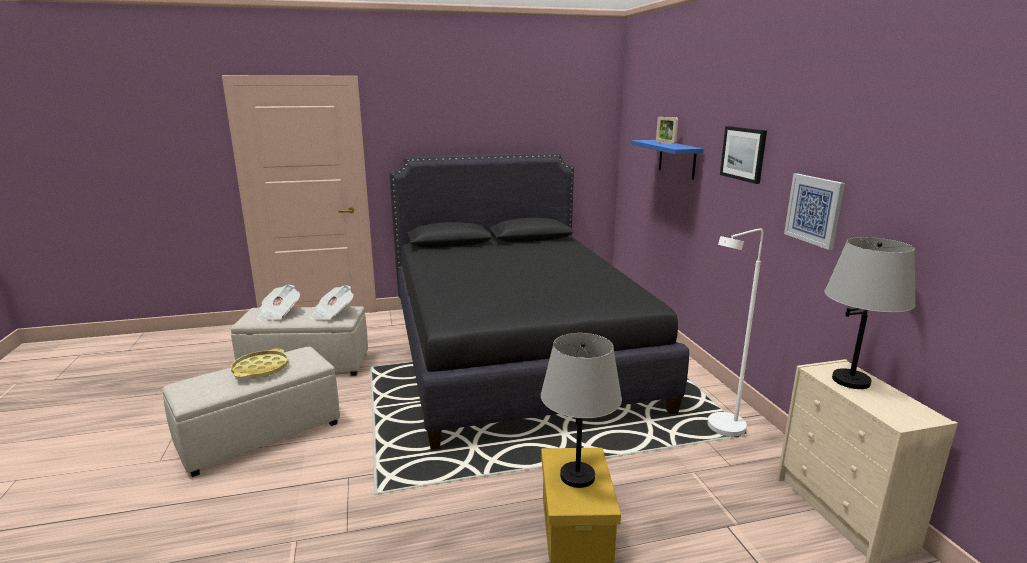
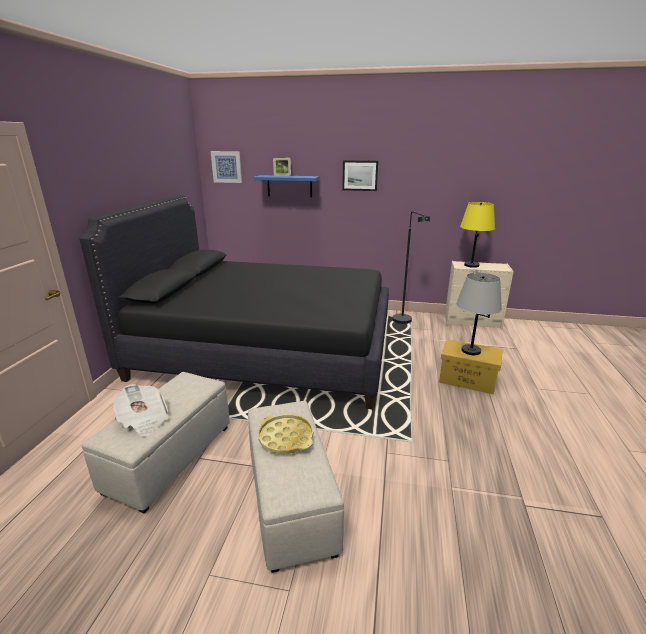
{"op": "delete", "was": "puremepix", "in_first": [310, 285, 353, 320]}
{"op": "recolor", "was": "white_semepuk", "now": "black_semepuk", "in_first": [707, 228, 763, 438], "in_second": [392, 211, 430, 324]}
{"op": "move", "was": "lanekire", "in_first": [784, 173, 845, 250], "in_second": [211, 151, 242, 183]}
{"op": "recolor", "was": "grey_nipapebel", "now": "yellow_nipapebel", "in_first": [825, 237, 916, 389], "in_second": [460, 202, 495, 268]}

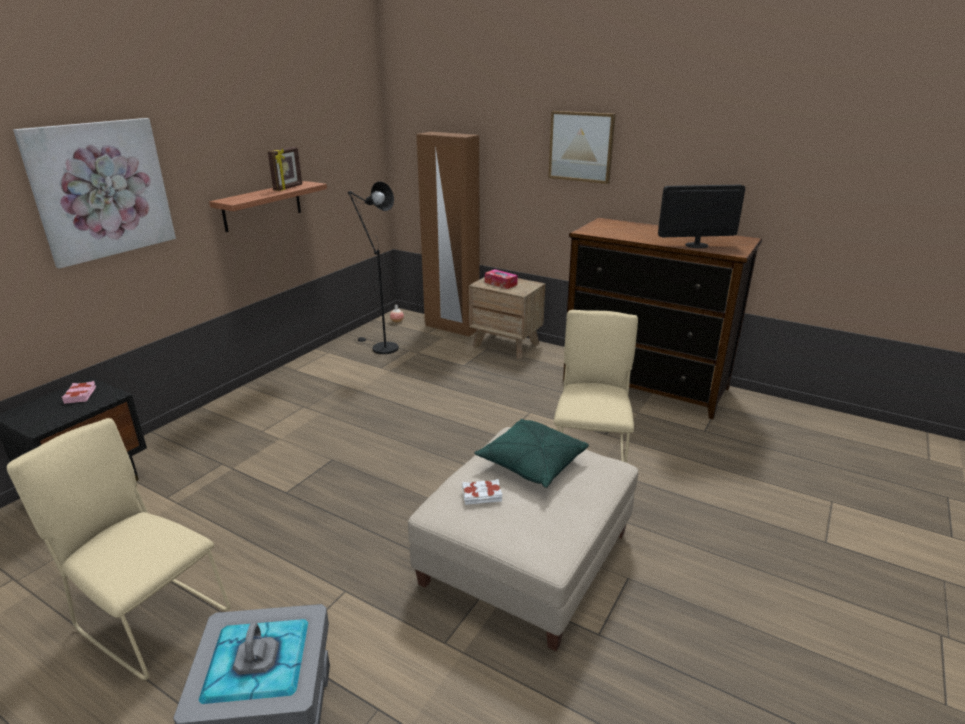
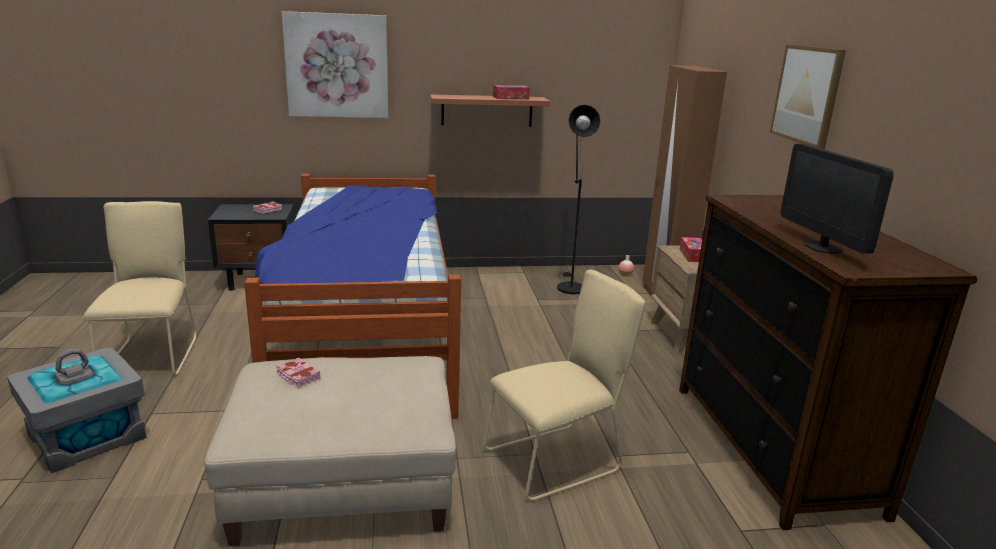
{"op": "replace", "was": "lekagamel", "now": "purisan", "in_first": [268, 147, 302, 191], "in_second": [493, 85, 530, 99]}
{"op": "recolor", "was": "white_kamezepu", "now": "pink_kamezepu", "in_first": [462, 479, 503, 505], "in_second": [276, 358, 320, 388]}
{"op": "delete", "was": "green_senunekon", "in_first": [474, 419, 589, 488]}
{"op": "rotate", "was": "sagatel", "in_first": [658, 185, 745, 248], "in_second": [781, 144, 894, 254], "clockwise": -150}
{"op": "insert", "now": "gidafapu", "in_second": [244, 174, 461, 419]}

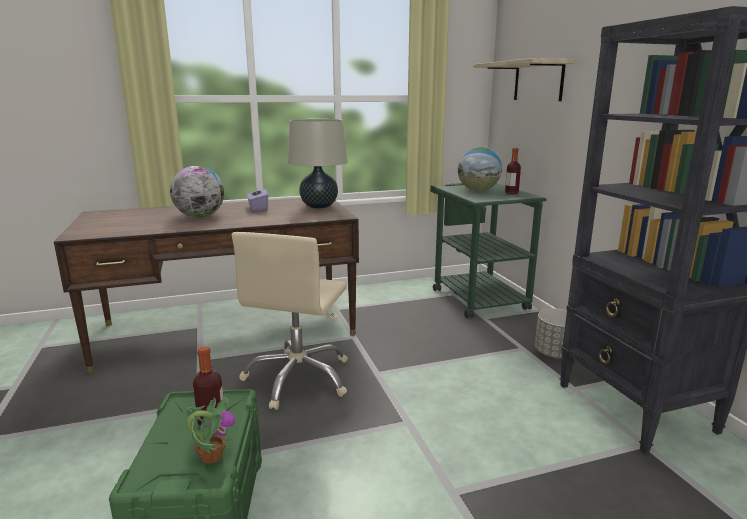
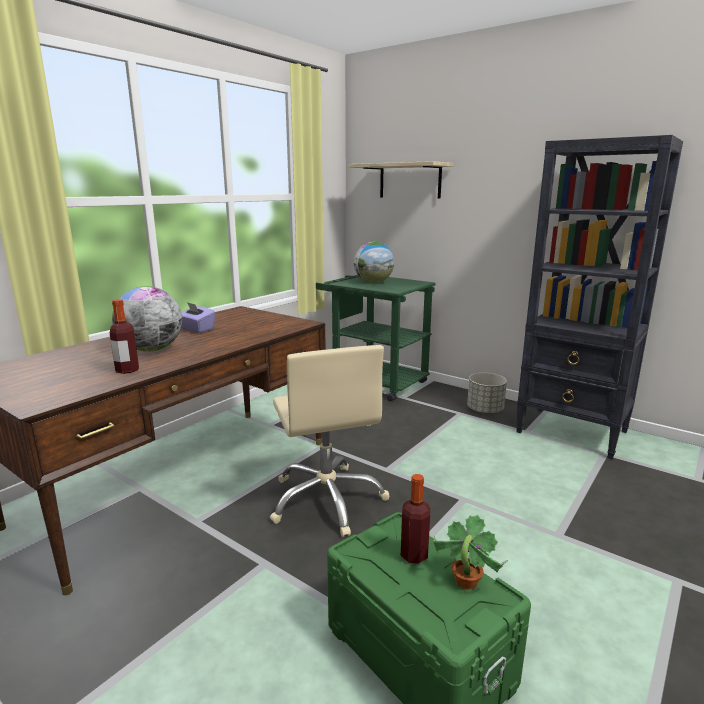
{"op": "delete", "was": "beige_nipapebel", "in_first": [288, 119, 348, 209]}
{"op": "move", "was": "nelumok", "in_first": [505, 148, 521, 194], "in_second": [109, 299, 139, 374]}

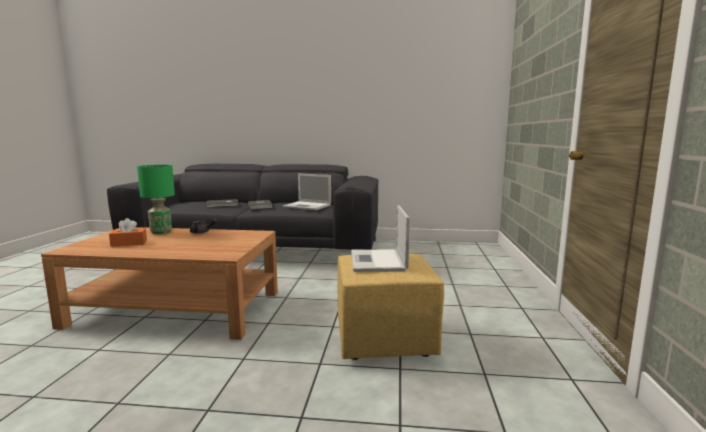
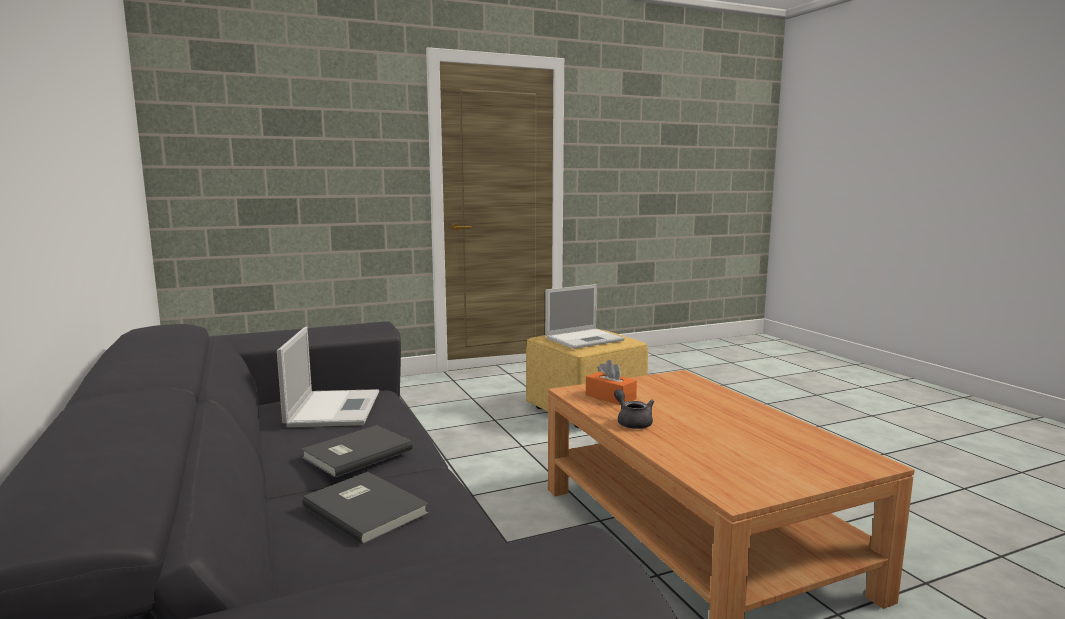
{"op": "move", "was": "orange_purisan", "in_first": [109, 218, 147, 247], "in_second": [586, 360, 637, 405]}
{"op": "delete", "was": "green_nipapebel", "in_first": [137, 165, 175, 234]}

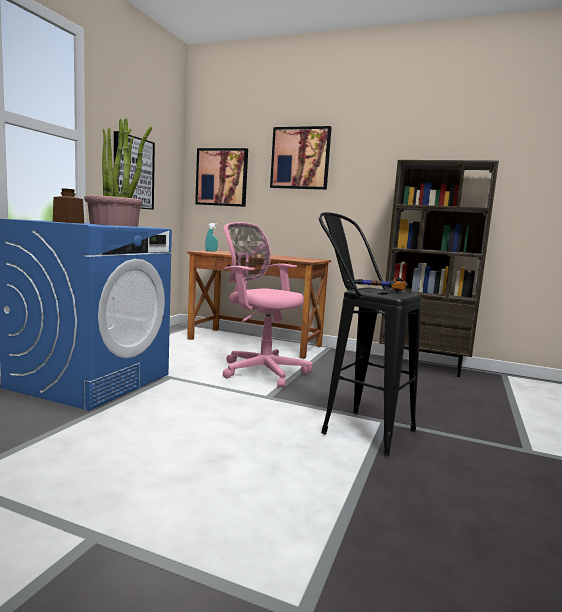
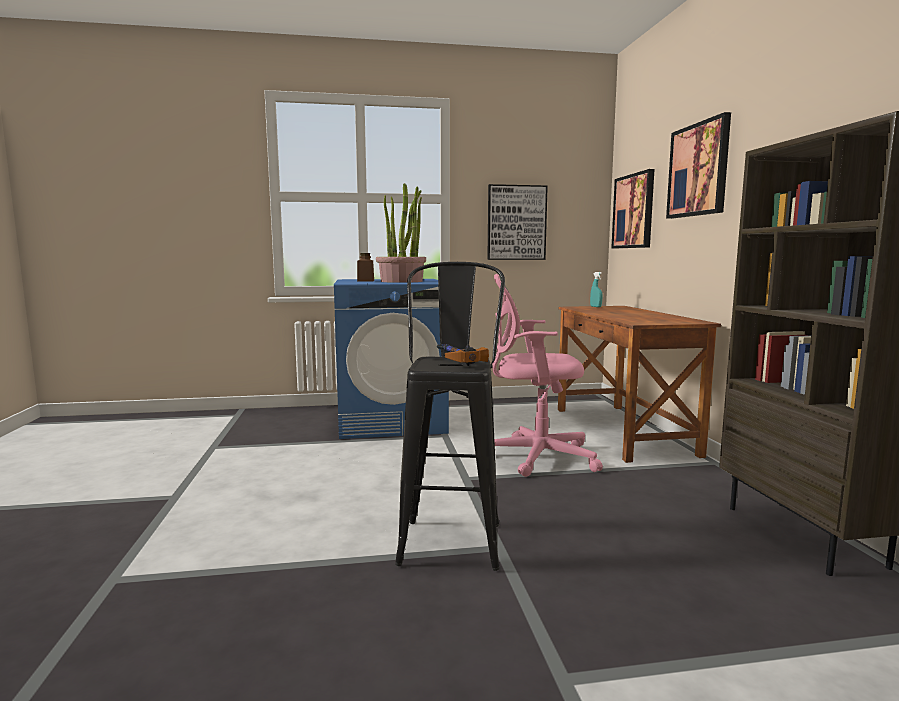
{"op": "rotate", "was": "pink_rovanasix", "in_first": [222, 222, 312, 389], "in_second": [492, 274, 603, 477], "clockwise": -90}

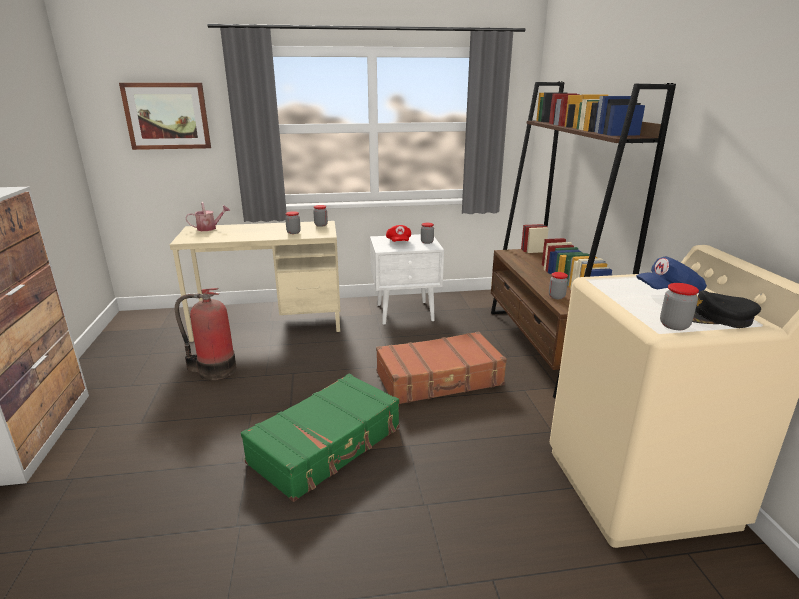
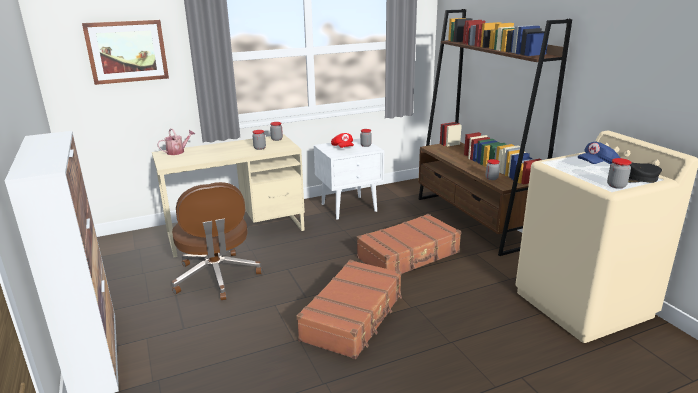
{"op": "replace", "was": "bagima", "now": "brown_rovanasix", "in_first": [175, 288, 237, 380], "in_second": [172, 182, 262, 300]}
{"op": "recolor", "was": "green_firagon", "now": "brown_firagon", "in_first": [241, 374, 399, 502], "in_second": [297, 260, 402, 359]}

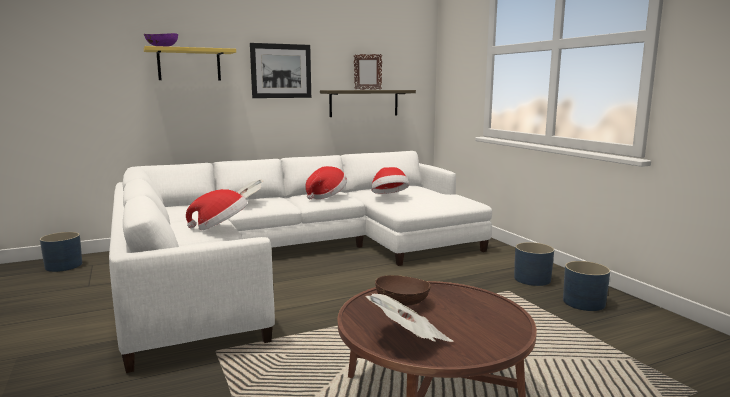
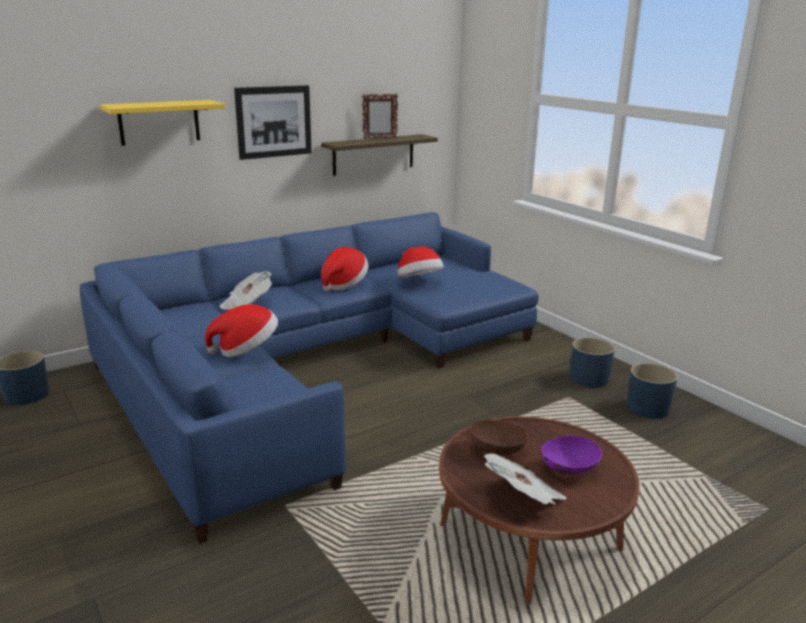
{"op": "recolor", "was": "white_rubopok", "now": "blue_rubopok", "in_first": [109, 151, 492, 373], "in_second": [80, 212, 539, 544]}
{"op": "move", "was": "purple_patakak", "in_first": [144, 33, 178, 47], "in_second": [541, 436, 602, 474]}

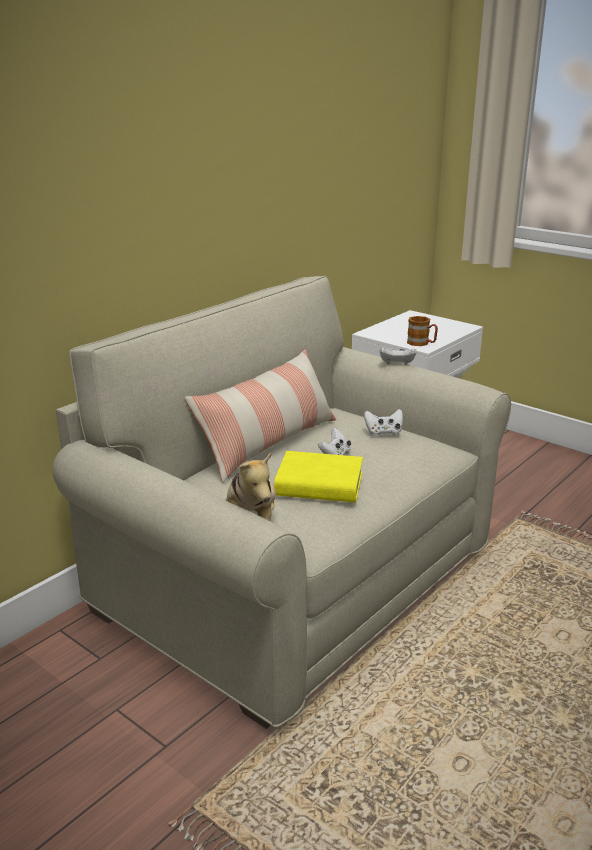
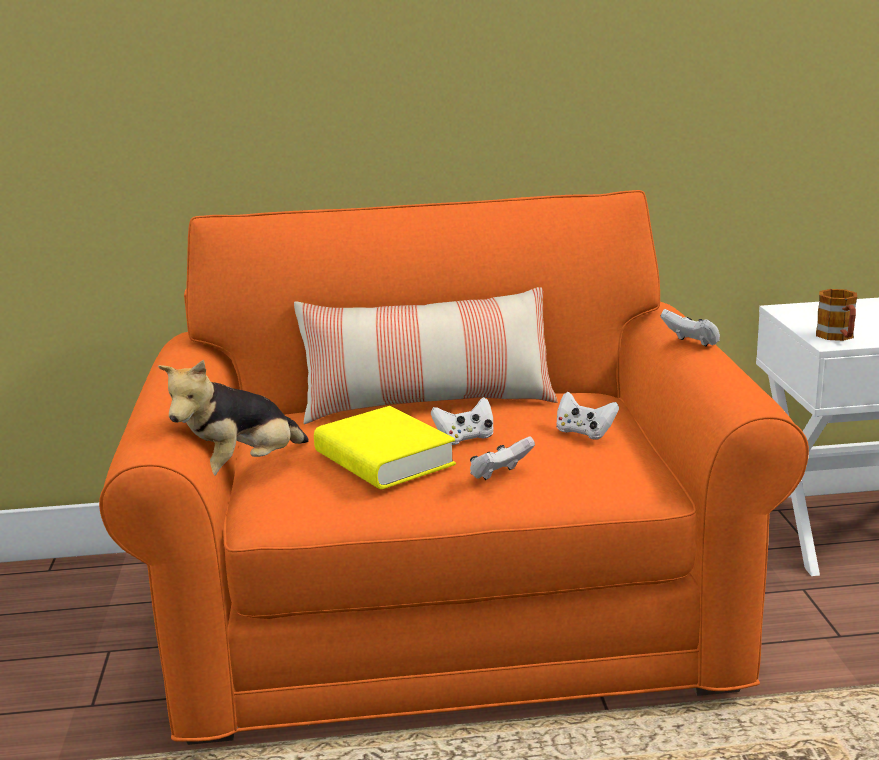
{"op": "recolor", "was": "beige_rubopok", "now": "orange_rubopok", "in_first": [52, 276, 511, 729], "in_second": [99, 190, 809, 745]}
{"op": "insert", "now": "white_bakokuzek", "in_second": [470, 436, 535, 480]}

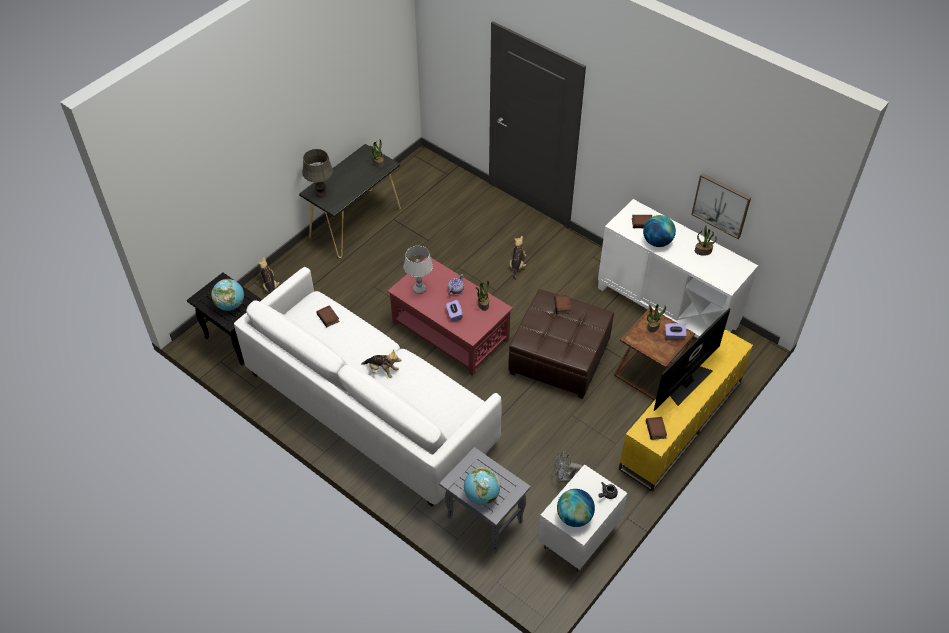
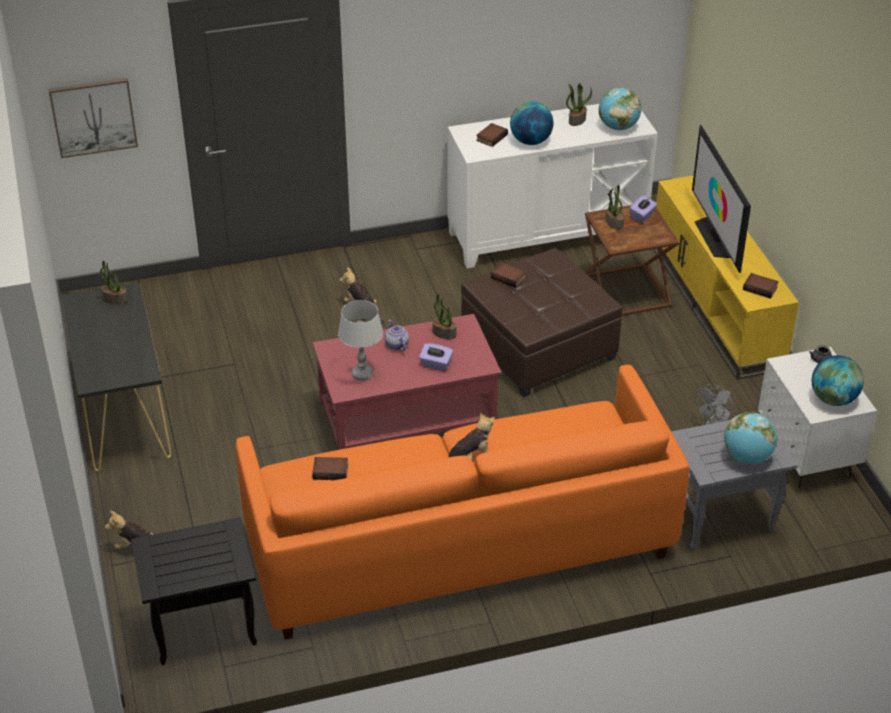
{"op": "move", "was": "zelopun", "in_first": [211, 279, 244, 311], "in_second": [599, 87, 642, 130]}
{"op": "recolor", "was": "white_rubopok", "now": "orange_rubopok", "in_first": [234, 267, 502, 506], "in_second": [236, 365, 690, 640]}
{"op": "delete", "was": "grey_nipapebel", "in_first": [303, 149, 333, 197]}
{"op": "move", "was": "lanekire", "in_first": [691, 173, 751, 239], "in_second": [48, 78, 138, 158]}

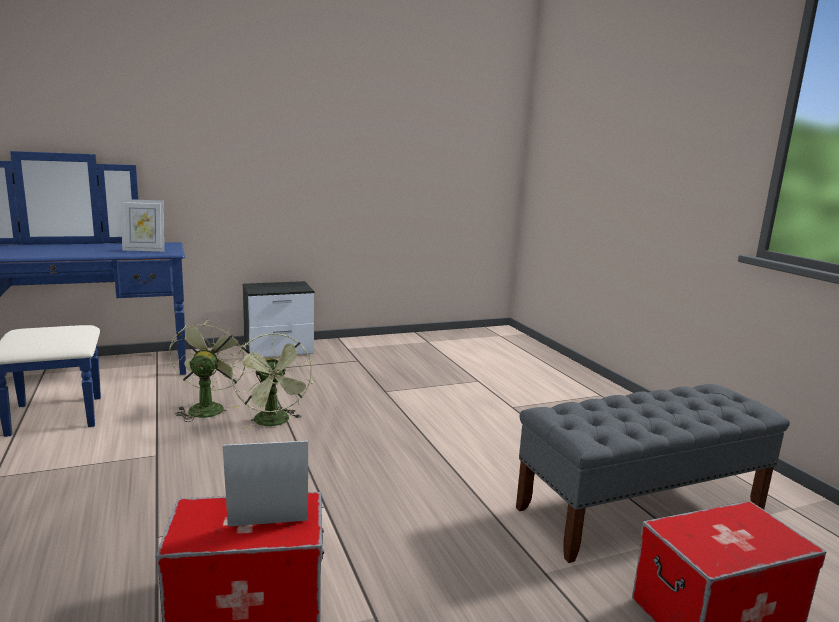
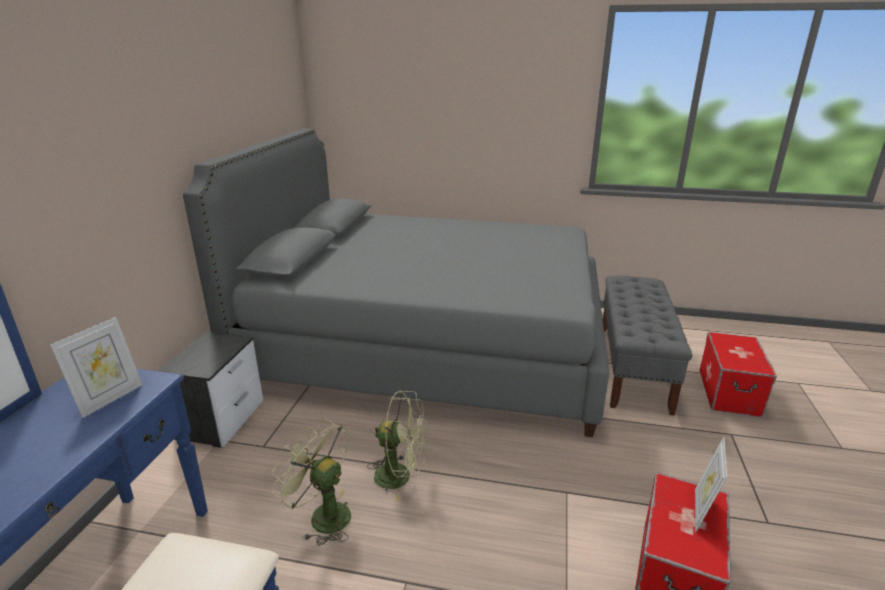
{"op": "insert", "now": "grey_gidafapu", "in_second": [183, 128, 609, 437]}

